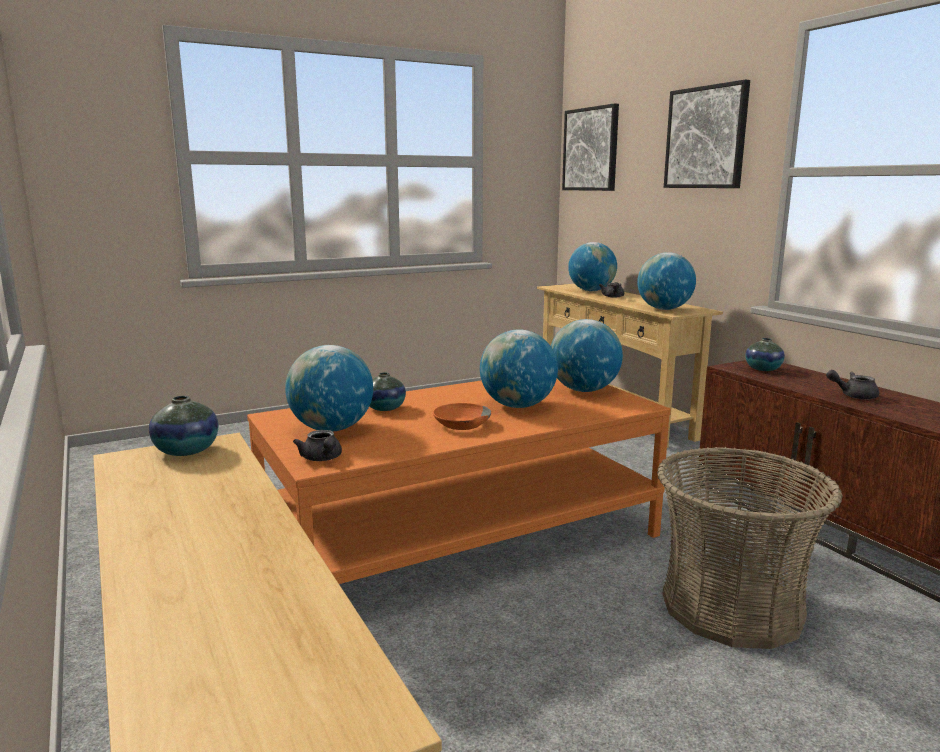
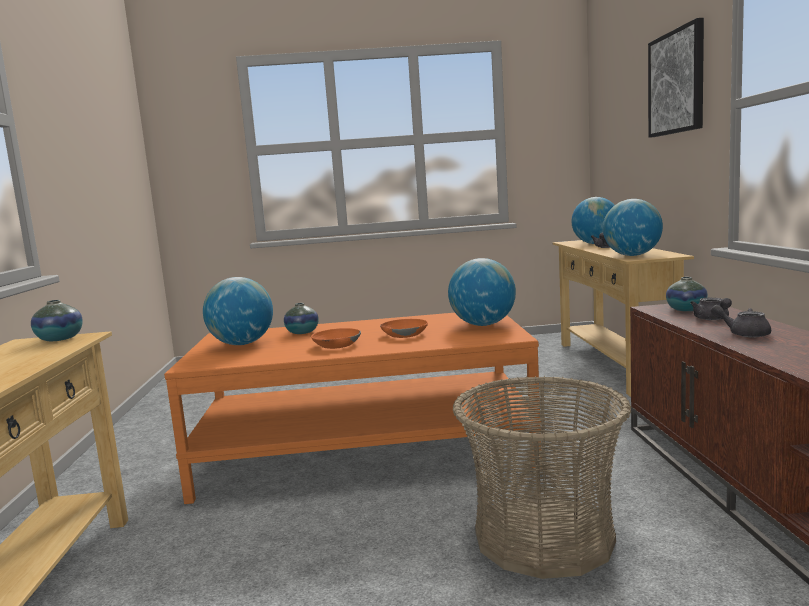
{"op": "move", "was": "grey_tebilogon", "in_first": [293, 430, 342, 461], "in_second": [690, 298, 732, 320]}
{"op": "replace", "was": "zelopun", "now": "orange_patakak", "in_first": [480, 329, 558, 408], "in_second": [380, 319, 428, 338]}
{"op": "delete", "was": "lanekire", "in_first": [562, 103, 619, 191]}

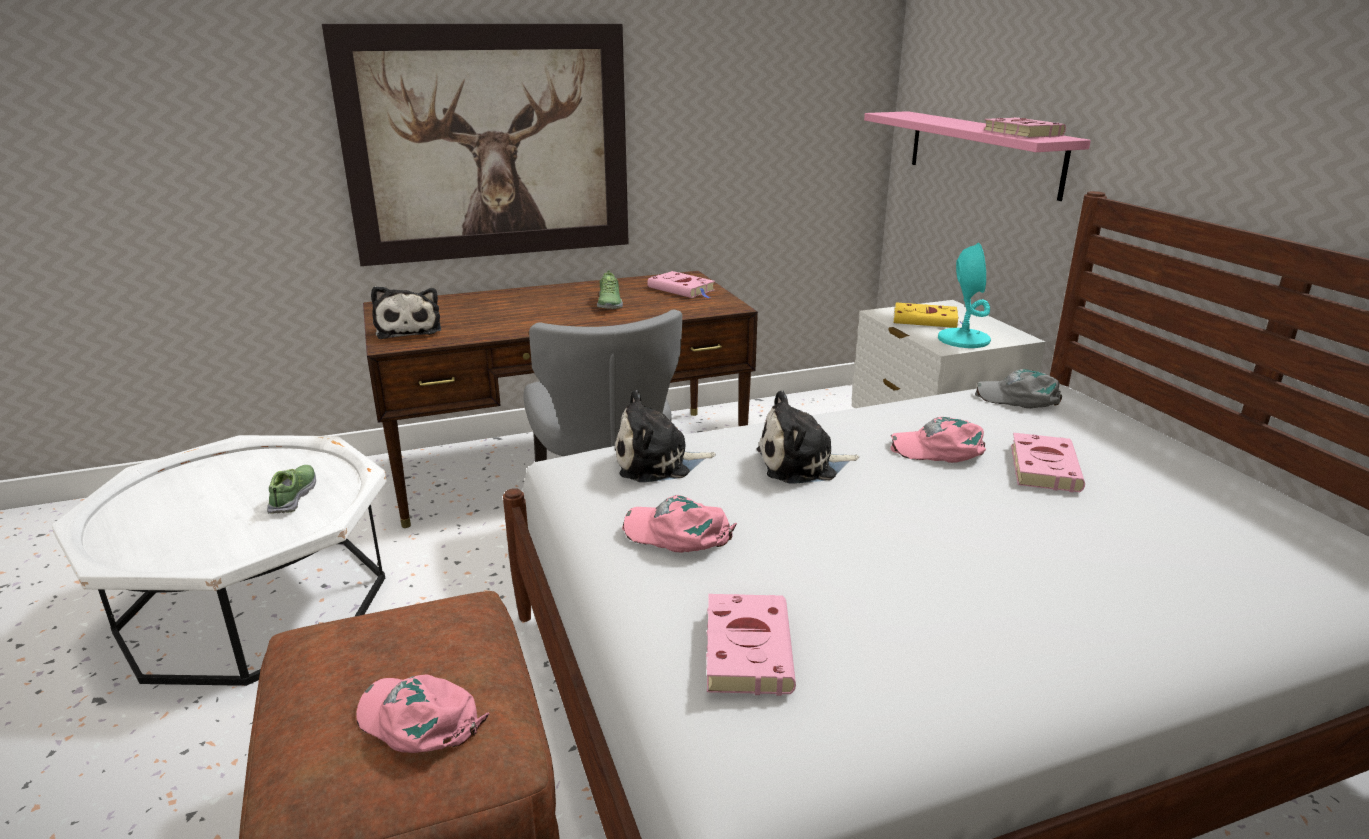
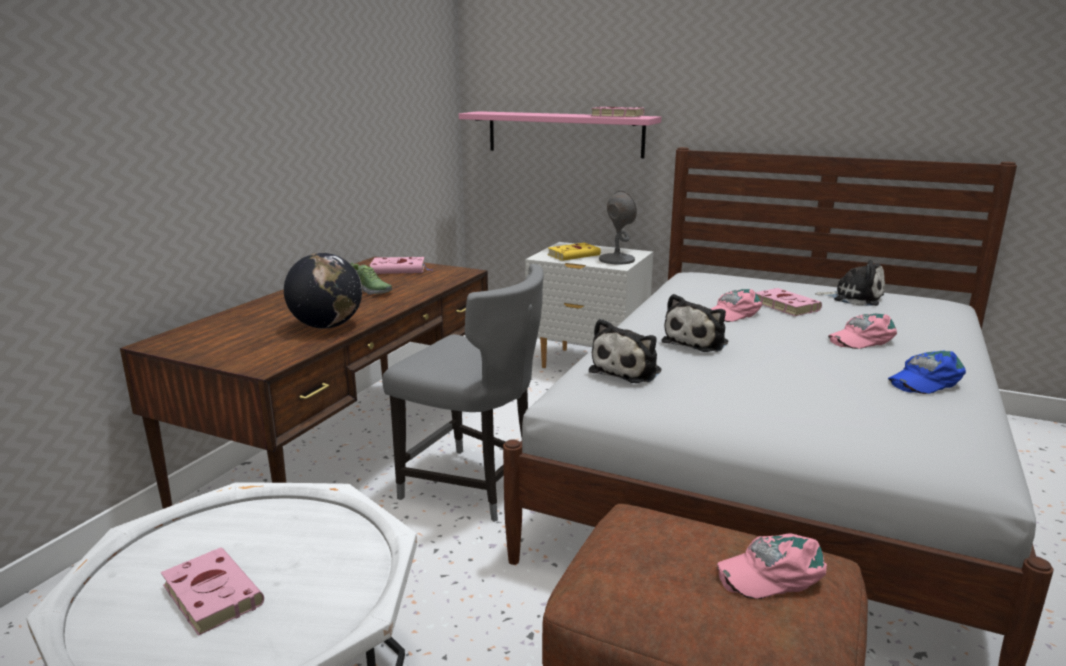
{"op": "delete", "was": "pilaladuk", "in_first": [267, 465, 316, 514]}
{"op": "delete", "was": "lanekire", "in_first": [322, 24, 629, 266]}
{"op": "move", "was": "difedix", "in_first": [371, 286, 441, 339], "in_second": [815, 260, 885, 306]}
{"op": "move", "was": "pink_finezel", "in_first": [622, 495, 737, 553], "in_second": [828, 313, 897, 349]}
{"op": "move", "was": "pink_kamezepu", "in_first": [706, 594, 796, 696], "in_second": [161, 548, 264, 636]}
{"op": "recolor", "was": "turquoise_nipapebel", "now": "grey_nipapebel", "in_first": [938, 243, 991, 348], "in_second": [599, 191, 637, 265]}
{"op": "delete", "was": "grey_finezel", "in_first": [975, 369, 1062, 408]}
{"op": "insert", "now": "zelopun", "in_second": [284, 253, 362, 328]}
{"op": "insert", "now": "blue_finezel", "in_second": [888, 351, 966, 394]}

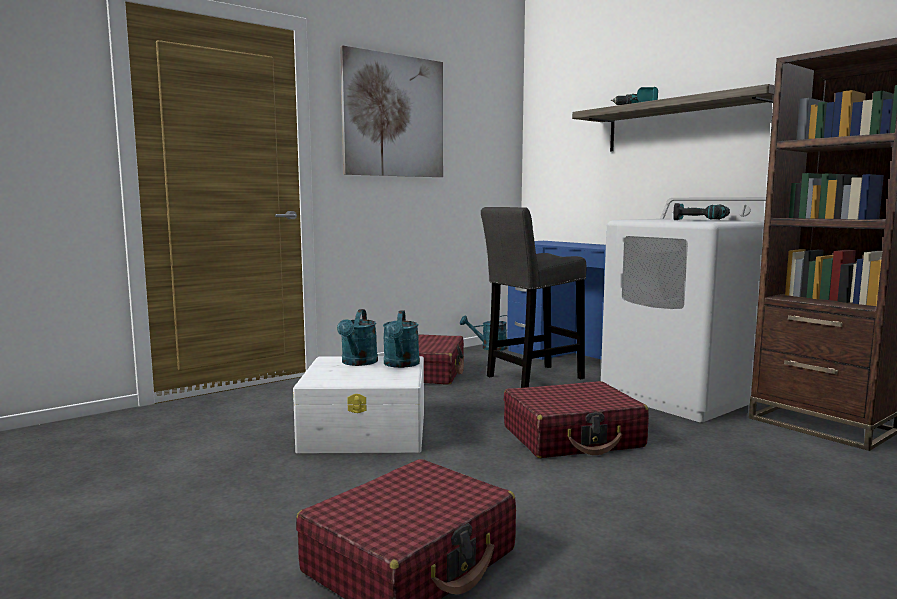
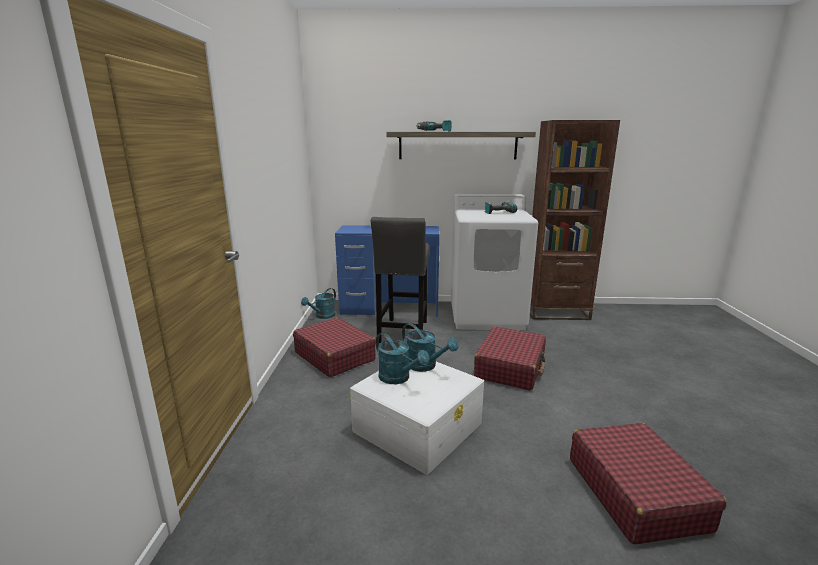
{"op": "delete", "was": "lanekire", "in_first": [340, 45, 443, 177]}

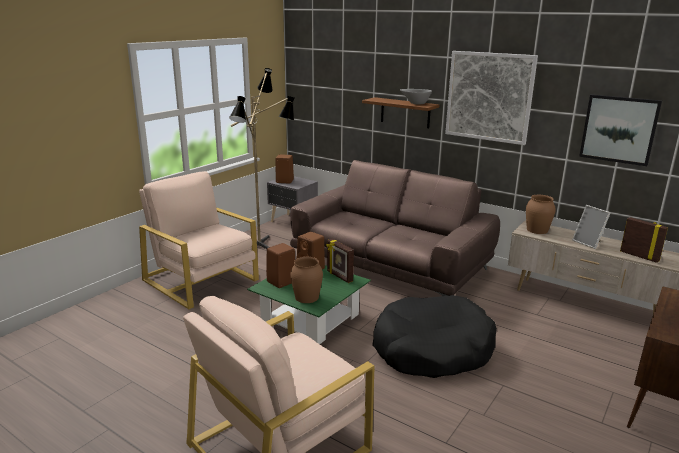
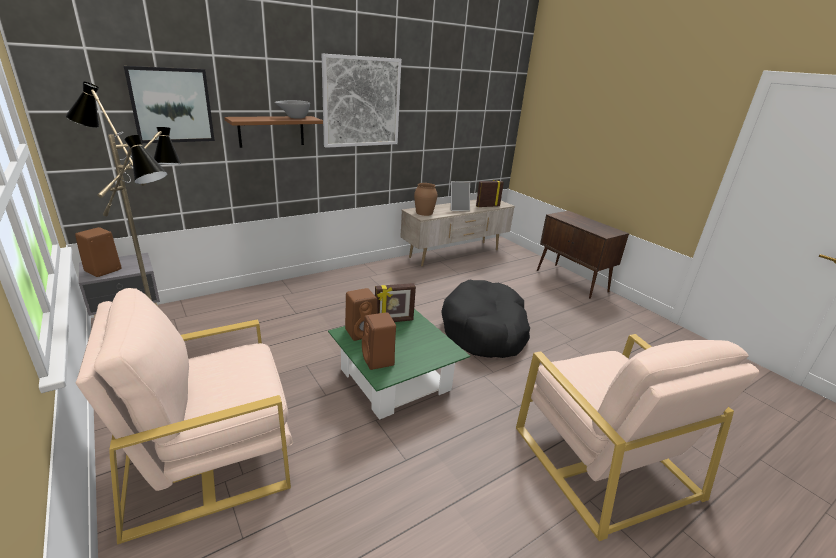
{"op": "delete", "was": "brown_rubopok", "in_first": [290, 160, 500, 296]}
{"op": "delete", "was": "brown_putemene", "in_first": [290, 257, 323, 303]}
{"op": "move", "was": "lanekire", "in_first": [579, 94, 662, 166], "in_second": [124, 66, 215, 143]}

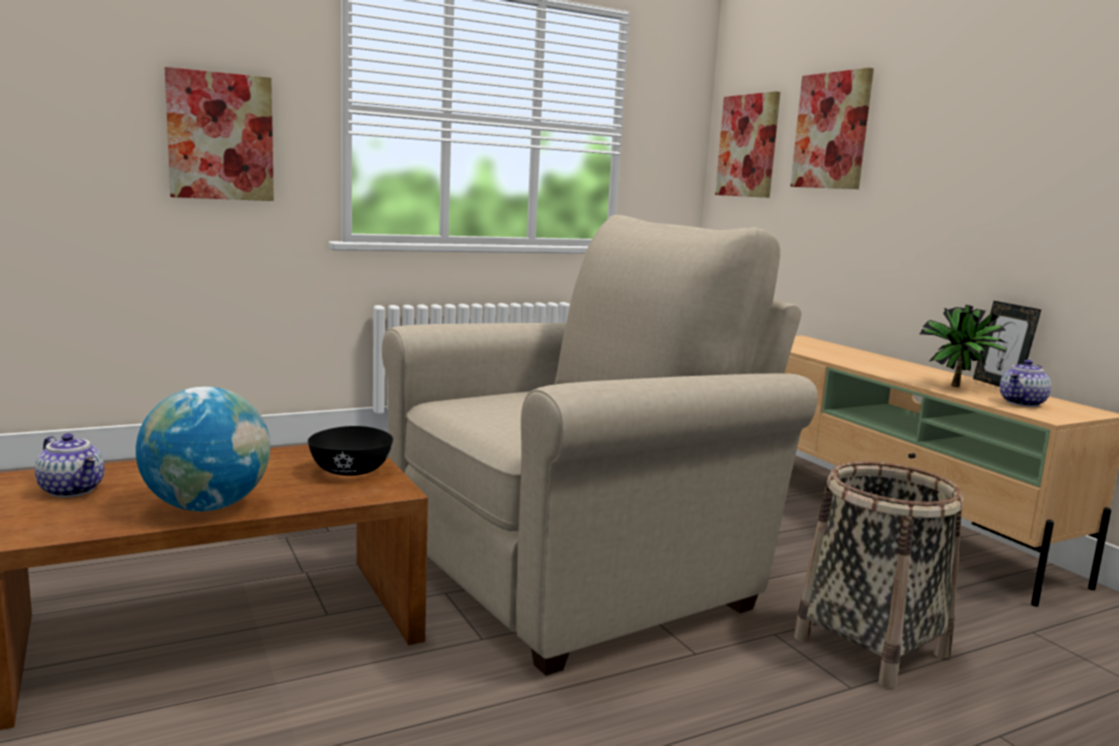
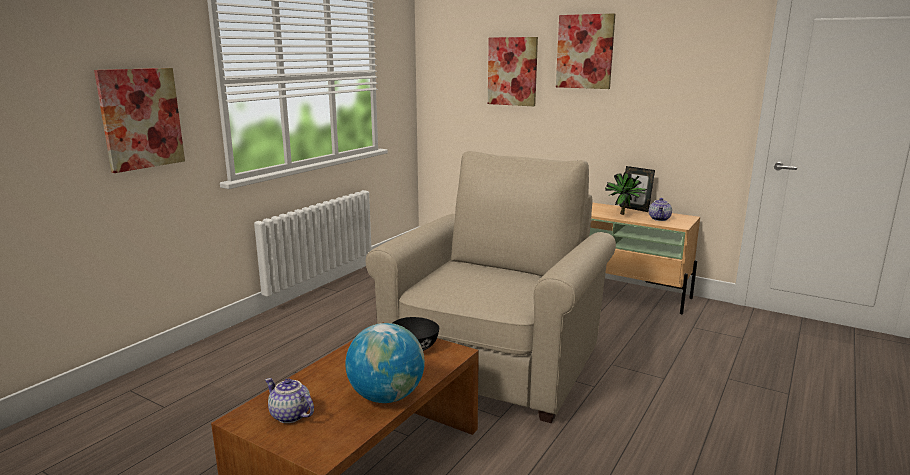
{"op": "rotate", "was": "tebilogon", "in_first": [35, 433, 104, 497], "in_second": [265, 378, 314, 423], "clockwise": -150}
{"op": "move", "was": "lanekire", "in_first": [715, 91, 780, 198], "in_second": [556, 13, 615, 89]}
{"op": "delete", "was": "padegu", "in_first": [794, 461, 963, 688]}

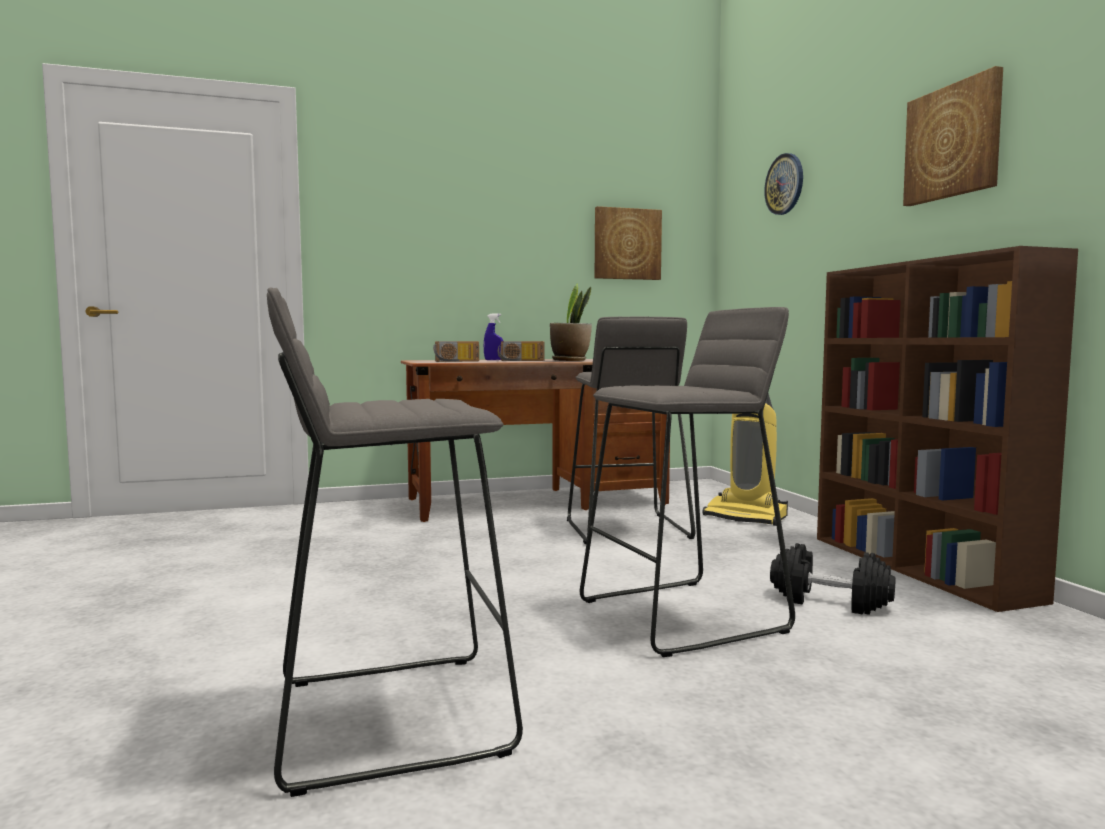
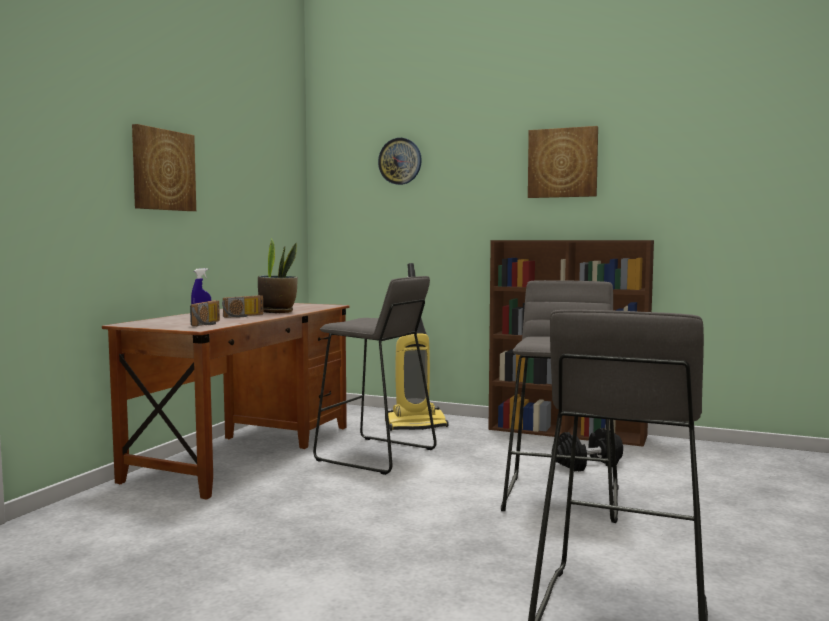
{"op": "move", "was": "lanekire", "in_first": [595, 206, 662, 280], "in_second": [132, 124, 196, 211]}

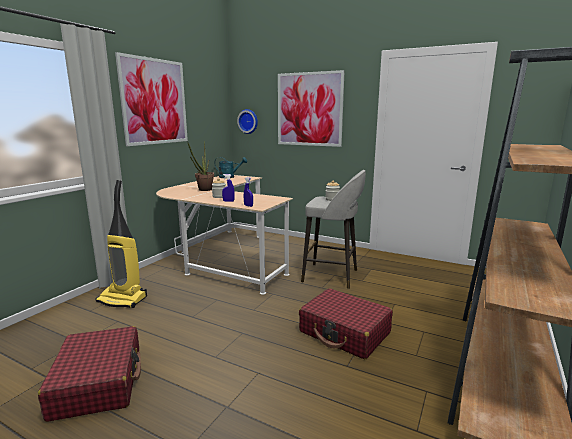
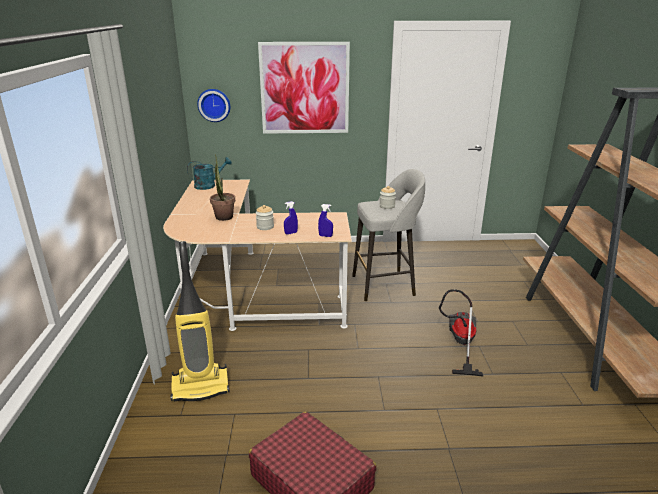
{"op": "delete", "was": "lanekire", "in_first": [115, 52, 188, 146]}
{"op": "replace", "was": "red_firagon", "now": "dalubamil", "in_first": [299, 288, 393, 359], "in_second": [439, 289, 484, 377]}

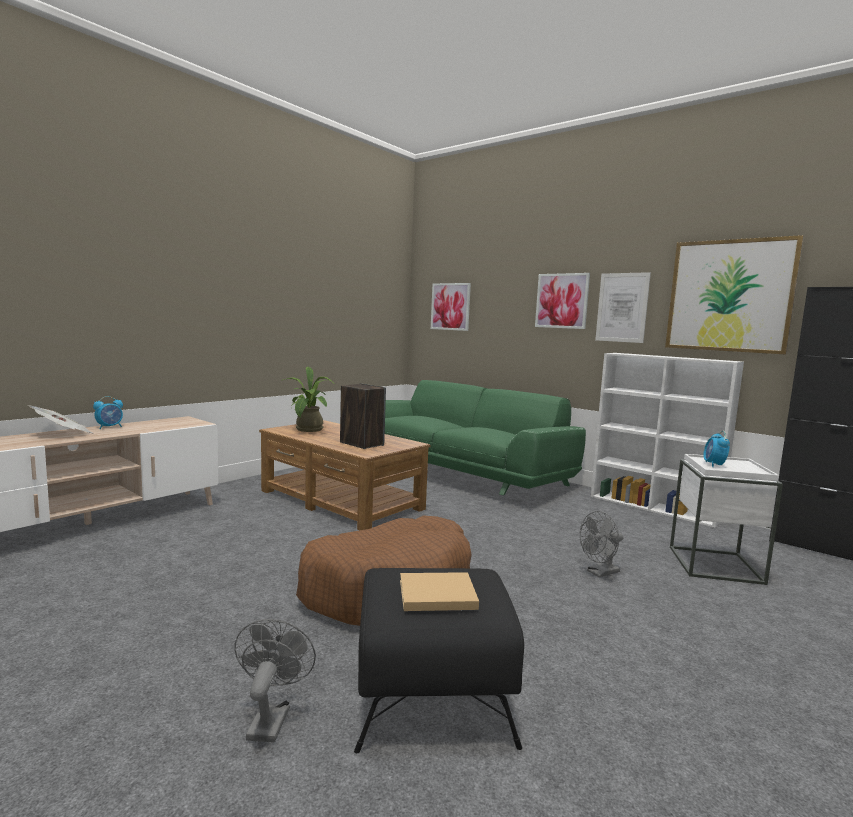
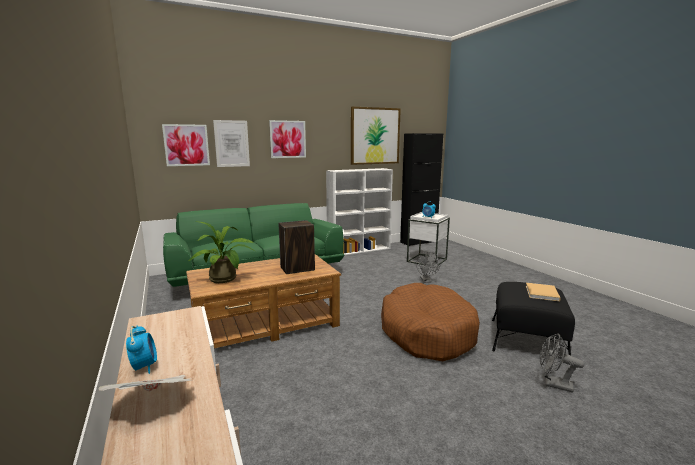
{"op": "move", "was": "lanekire", "in_first": [595, 272, 651, 343], "in_second": [213, 120, 250, 167]}

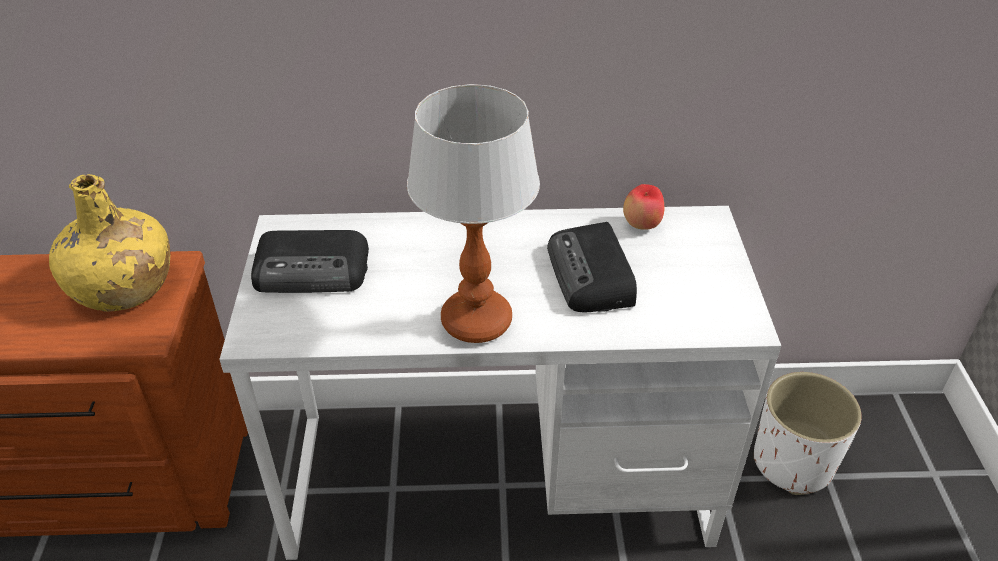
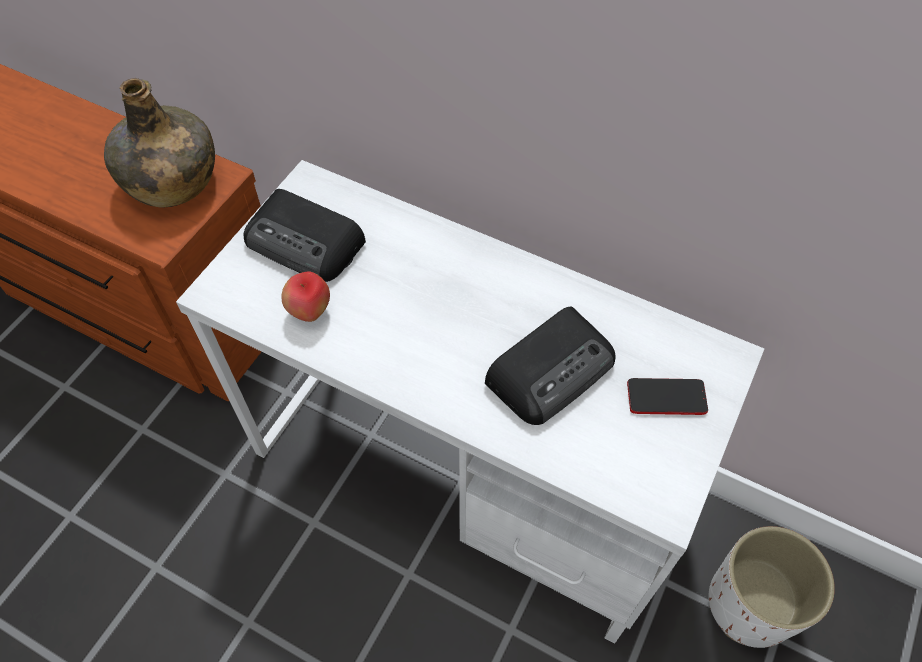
{"op": "recolor", "was": "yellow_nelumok", "now": "green_nelumok", "in_first": [49, 174, 170, 312], "in_second": [104, 78, 215, 207]}
{"op": "delete", "was": "nipapebel", "in_first": [407, 84, 540, 343]}
{"op": "rotate", "was": "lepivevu", "in_first": [547, 222, 637, 313], "in_second": [485, 307, 616, 425], "clockwise": -150}
{"op": "move", "was": "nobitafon", "in_first": [623, 184, 664, 230], "in_second": [281, 271, 330, 322]}
{"op": "insert", "now": "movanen", "in_second": [627, 378, 708, 415]}

